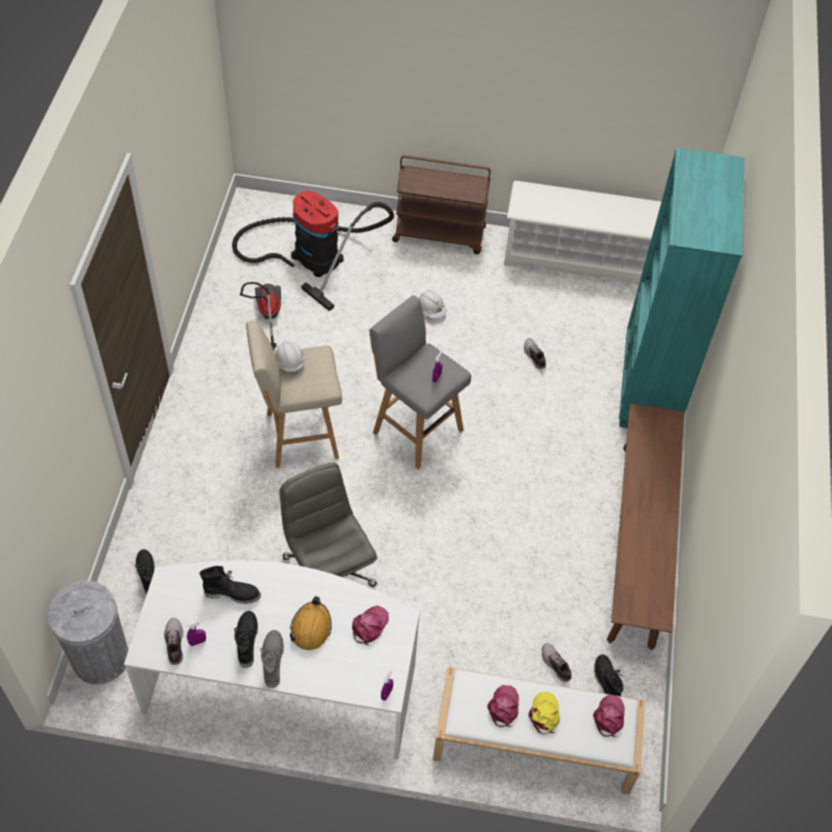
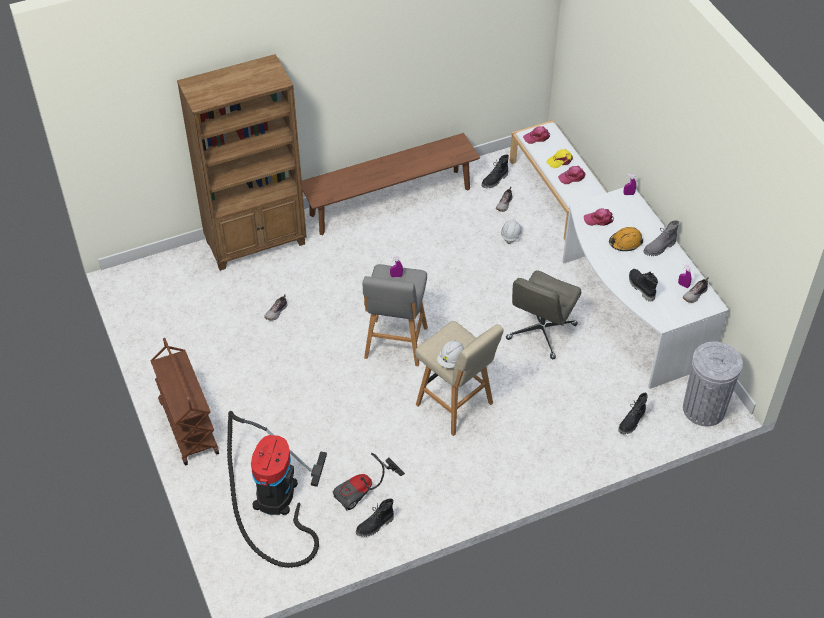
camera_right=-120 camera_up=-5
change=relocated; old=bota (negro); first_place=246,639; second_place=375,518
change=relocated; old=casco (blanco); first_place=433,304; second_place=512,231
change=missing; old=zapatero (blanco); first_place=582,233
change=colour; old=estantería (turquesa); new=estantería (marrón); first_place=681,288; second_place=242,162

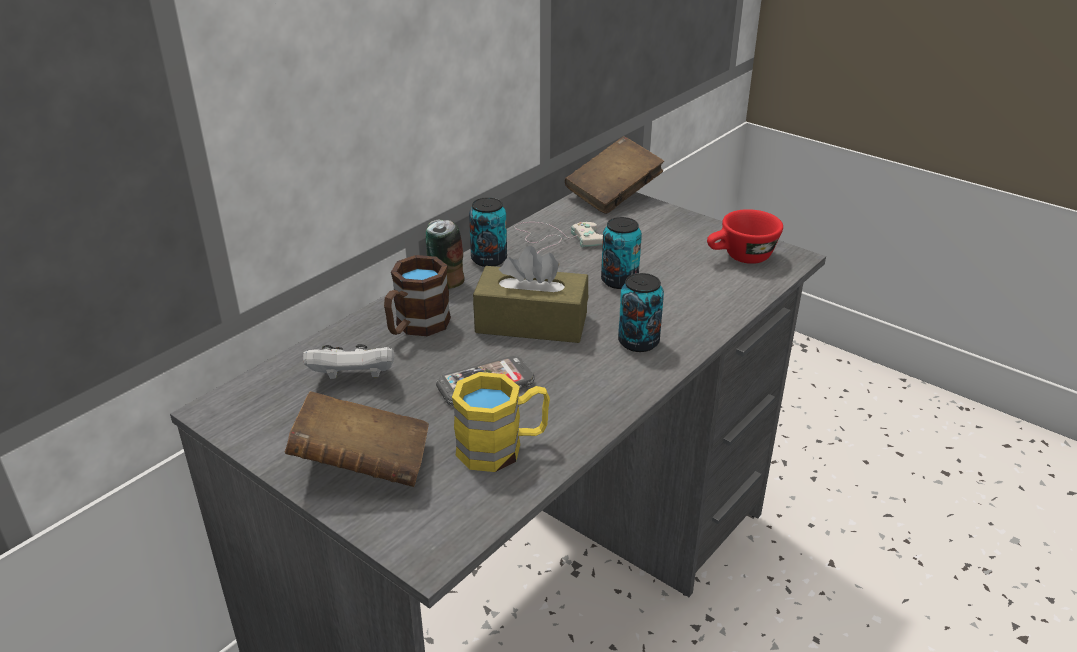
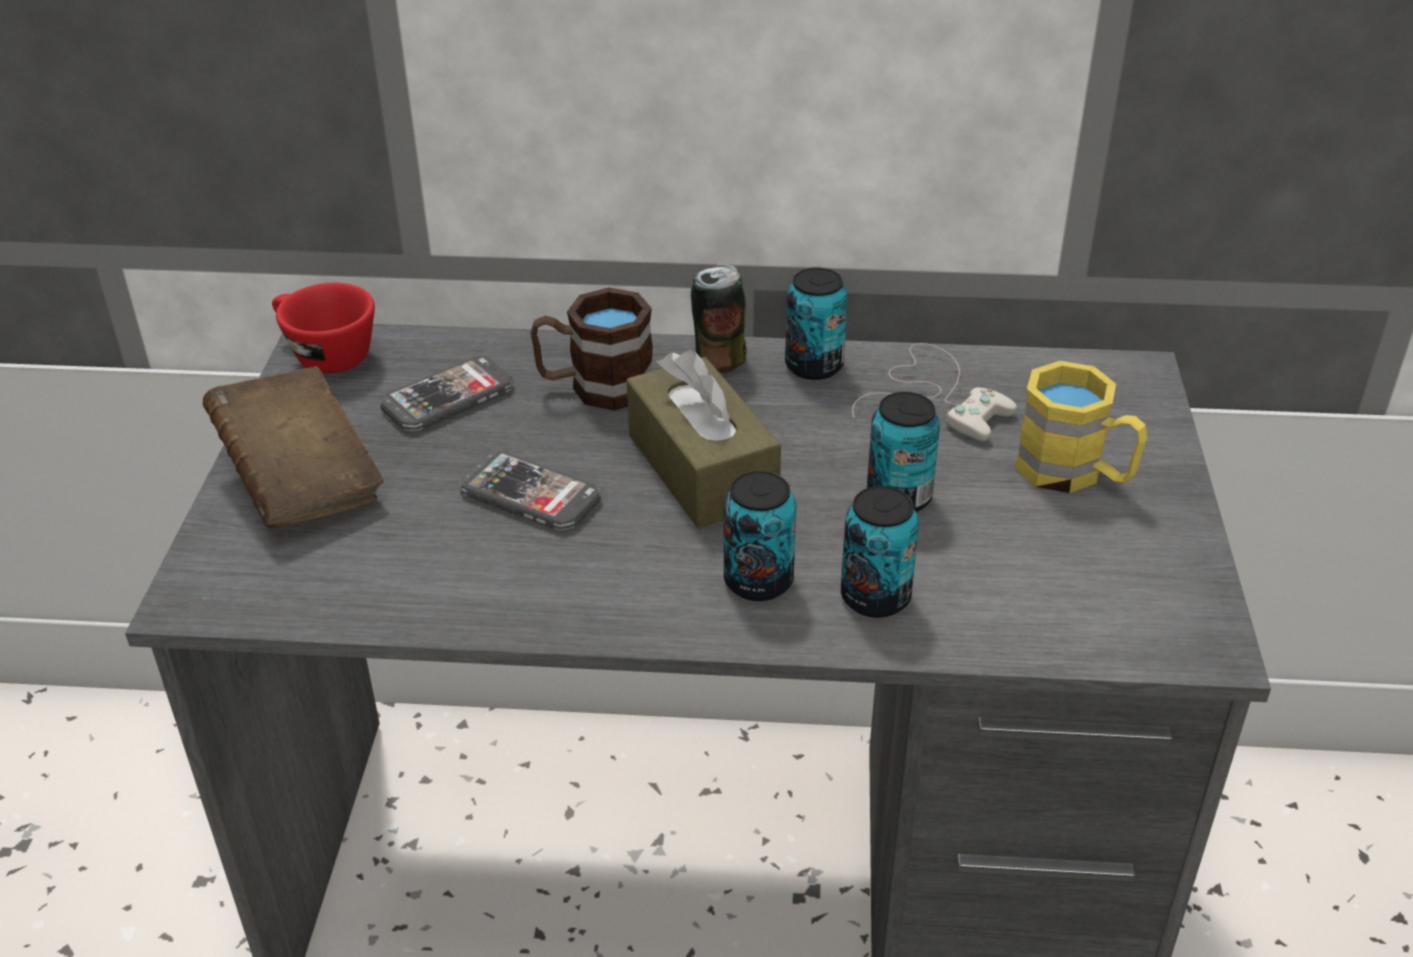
camera_right=55 camera_up=5
change=exchanged; old=mando de consola (blanco); new=móvil; first_place=348,361; second_place=446,394
change=relocated; old=taza grande (amarillo); first_place=501,422; second_place=1081,427
change=missing; old=libro (marrón); first_place=614,175
change=relocated; old=taza (rojo); first_place=745,236; second_place=323,328
change=appeared; new=lata; second_place=880,552

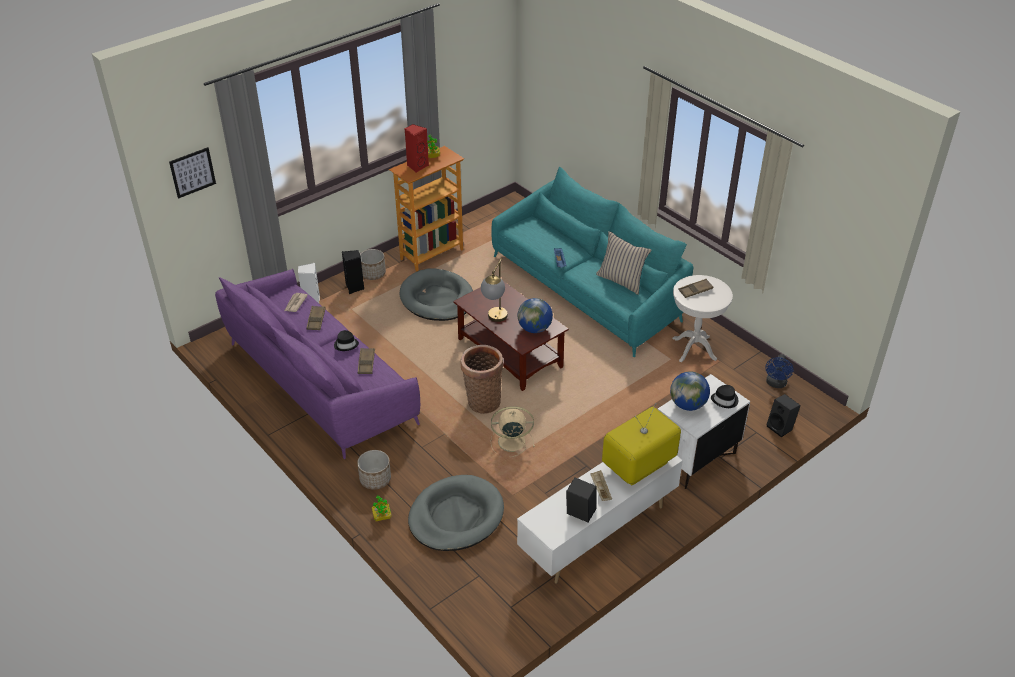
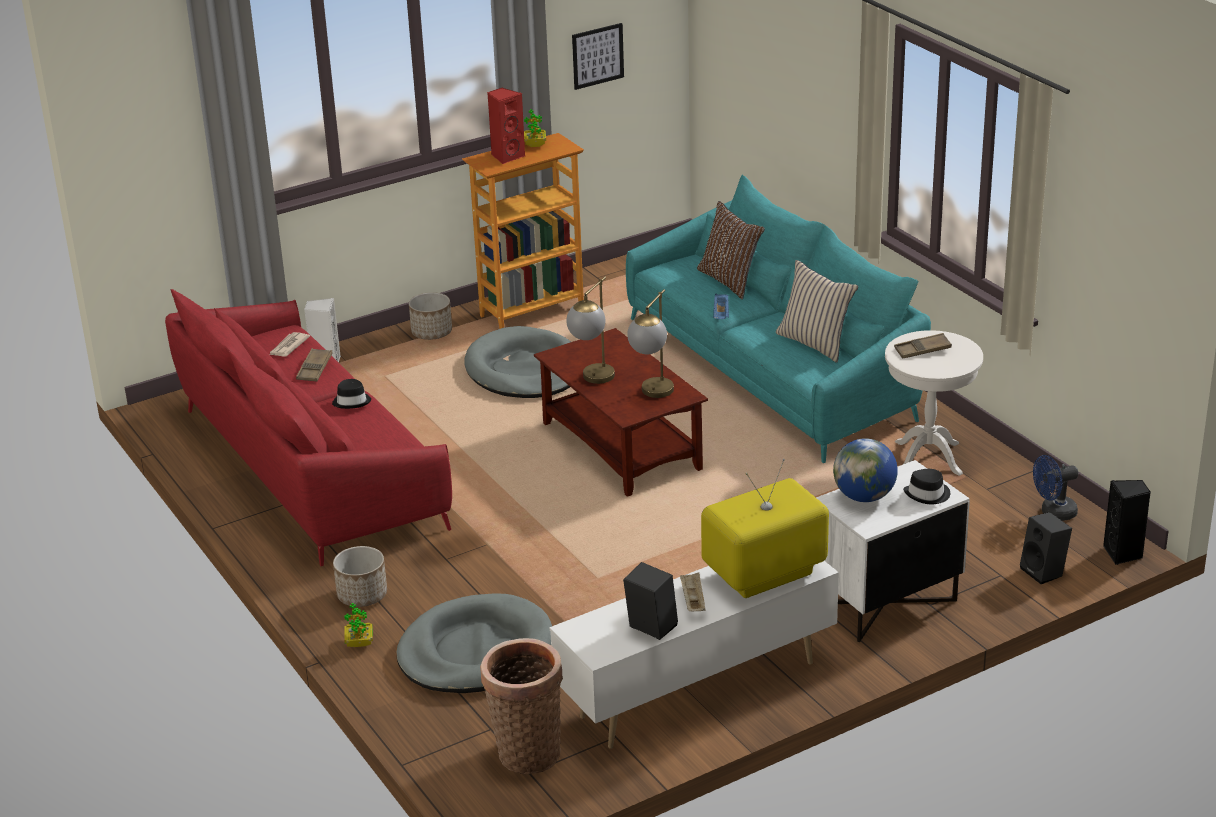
camera_right=10 camera_up=-10
change=relocated; old=cuadro; first_place=192,173; second_place=598,56
change=colour; old=sofá (morado); new=sofá (rojo); first_place=317,364; second_place=308,427
change=relocated; old=altavoz (negro); first_place=353,272; second_place=1127,522
change=missing; old=bandeja (marrón); first_place=366,361
change=relocated; old=cesta; first_place=482,379; second_place=521,706
change=missing; old=ventilador (beis); first_place=513,431
change=exchanged; old=globo terráqueo; new=lámpara de mesa; first_place=535,315; second_place=650,343
change=spun; old=ventilador (azul); first_place=779,371; second_place=1055,488; degrees=45
change=appeared; new=cojín (marrón); second_place=731,250

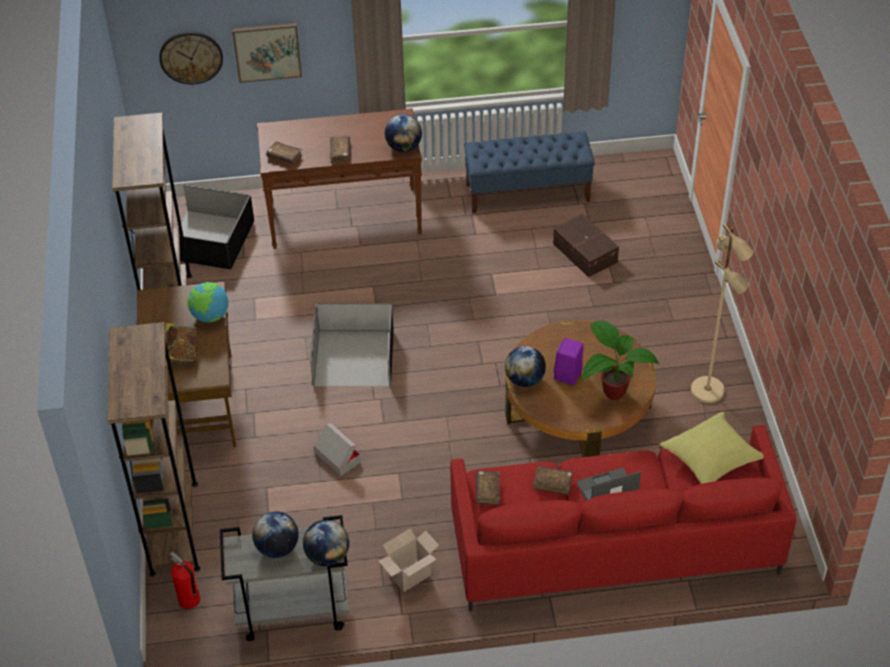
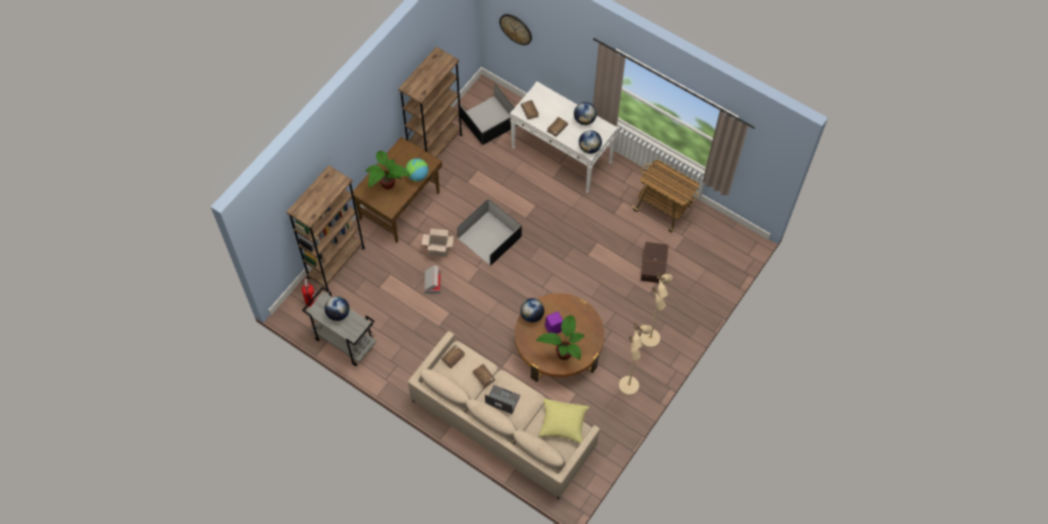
camera_right=40 camera_up=15
change=exchanged; old=libro; new=planta en maceta; first_place=181,343; second_place=388,170
change=missing; old=cuadro; first_place=267,53
change=colour; old=mesa consola (marrón); new=mesa consola (blanco); first_place=339,178; second_place=564,137
change=relocated; old=globo terráqueo; first_place=326,543; second_place=585,113
change=relocated; old=caja de cartón; first_place=408,560; second_place=438,243
change=colour; old=sofá (rojo); new=sofá (beis); first_place=623,518; second_place=504,415
change=exchanged; old=banco (azul); new=carrito; first_place=529,173; second_place=665,196
change=appeared; new=lámpara de pie (beis); second_place=656,310

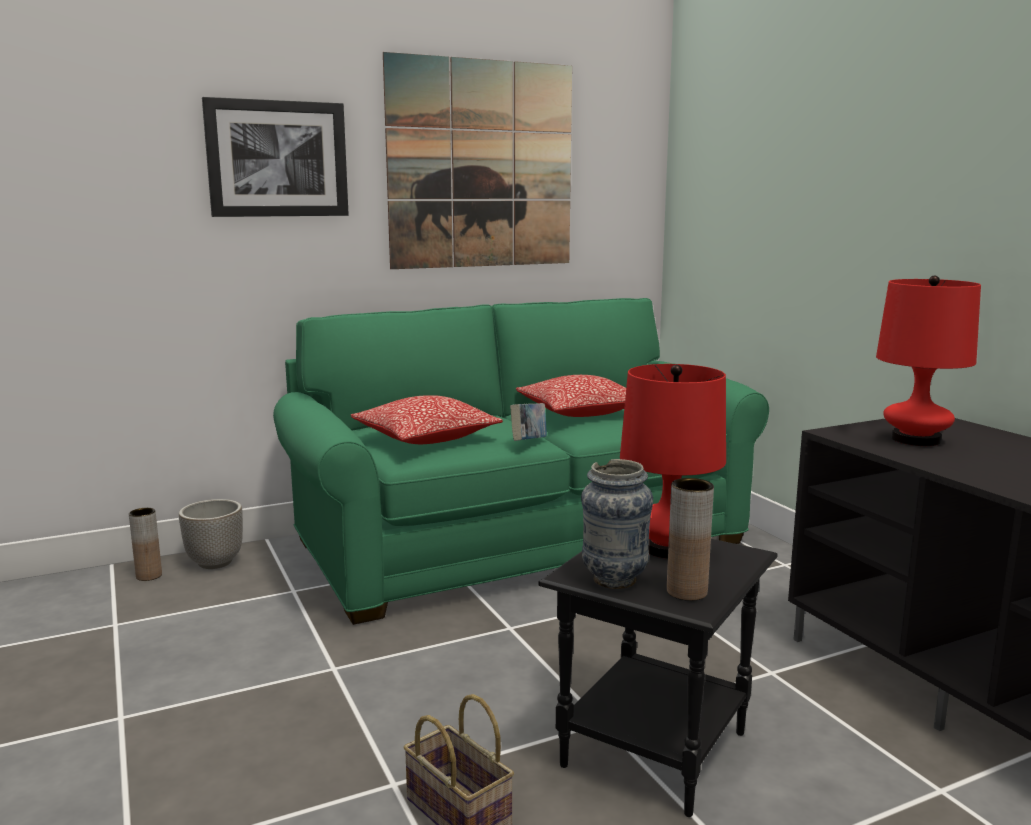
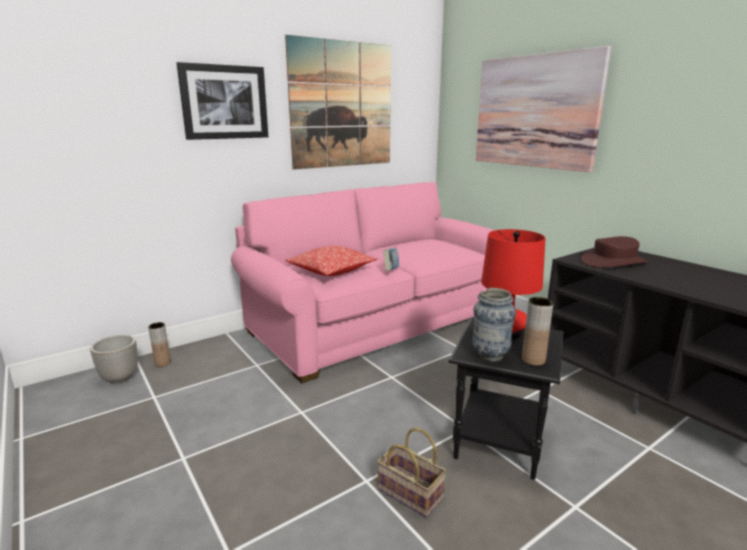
camera_right=-10 camera_up=5
change=relocated; old=maceta; first_place=211,534; second_place=114,359
change=colour; old=sofá (verde); new=sofá (rosa); first_place=521,461; second_place=363,282
change=missing; old=cojín; first_place=571,396
change=exchanged; old=lámpara de mesa (rojo); new=sombrero (marrón); first_place=928,361; second_place=614,252
change=appeared; new=cuadro; second_place=543,109

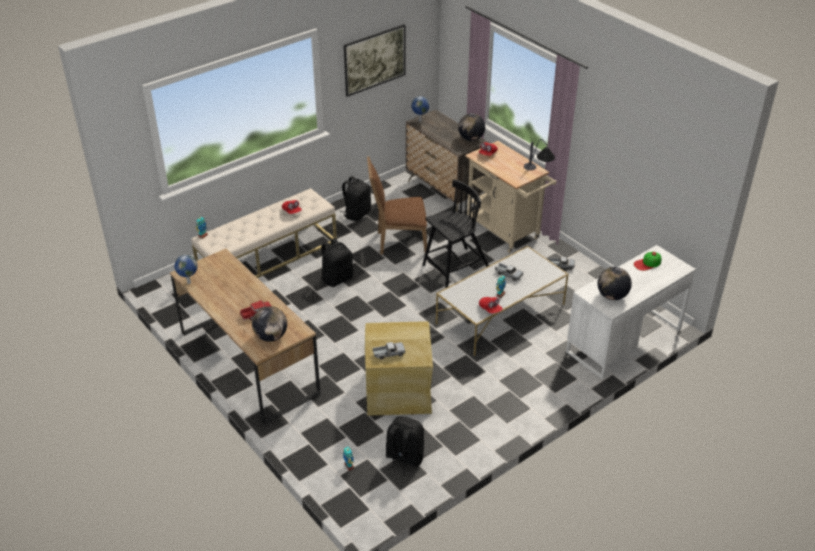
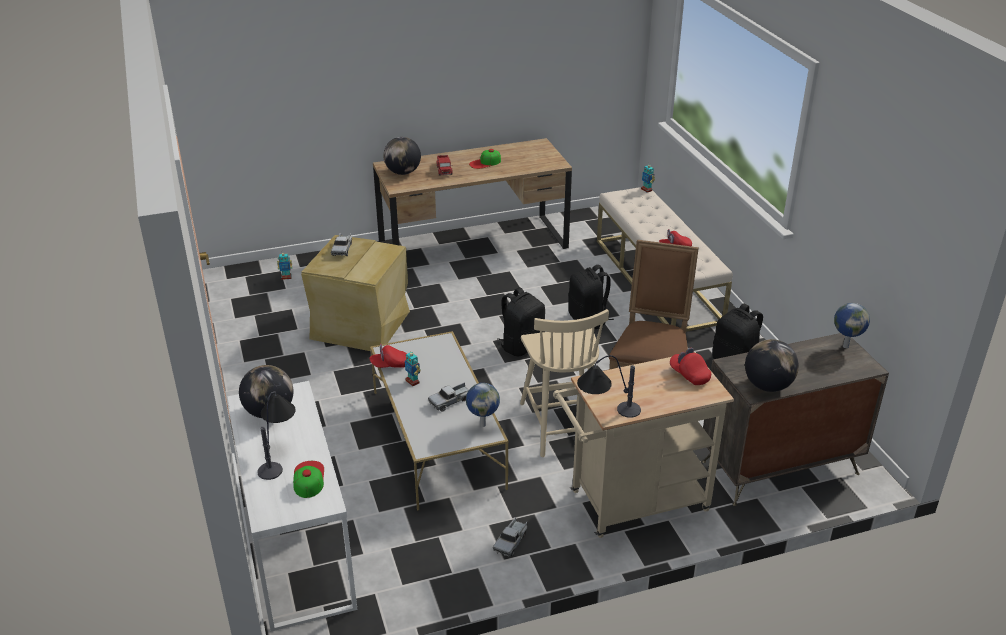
camera_right=110 camera_up=-5
change=relocated; old=globo terráqueo; first_place=186,269; second_place=483,405
change=missing; old=cuadro; first_place=375,60
change=relocated; old=mochila (negro); first_place=405,446; second_place=521,321
change=colour; old=silla (negro); new=silla (beis); first_place=455,233; second_place=564,383
change=appeared; new=lámpara de mesa; second_place=276,435
change=appeared; new=gorra; second_place=485,159

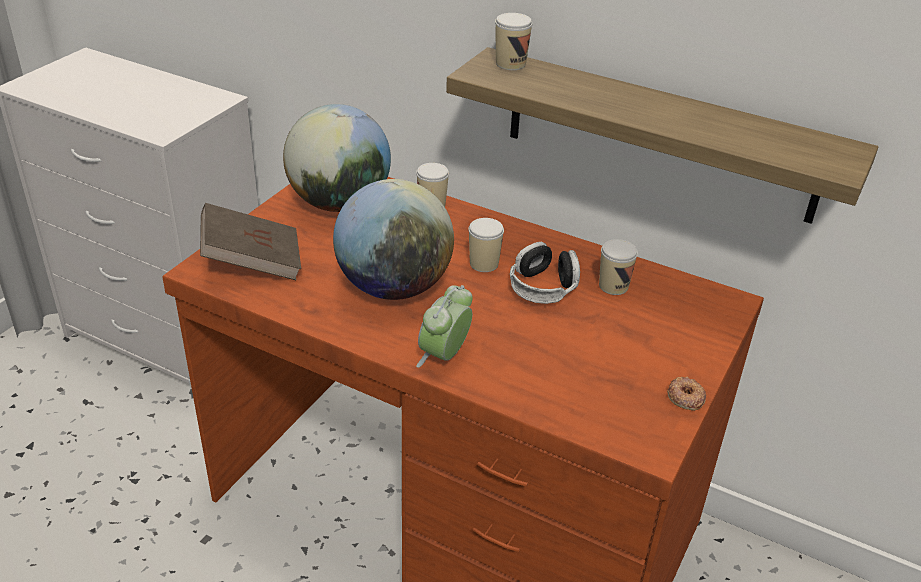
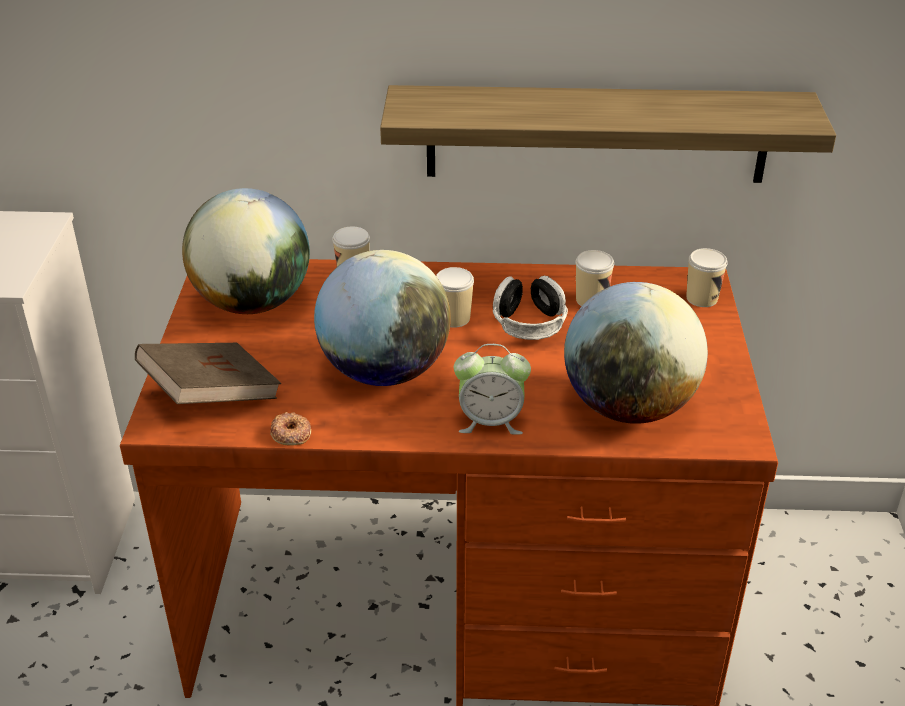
camera_right=-25 camera_up=0
change=spun; old=despertador; first_place=444,326; second_place=492,389; degrees=-90
change=relocated; old=taza; first_place=513,41; second_place=707,277
change=relocated; old=rosquilla; first_place=686,394; second_place=290,429
change=appeared; new=globo terráqueo; second_place=636,353

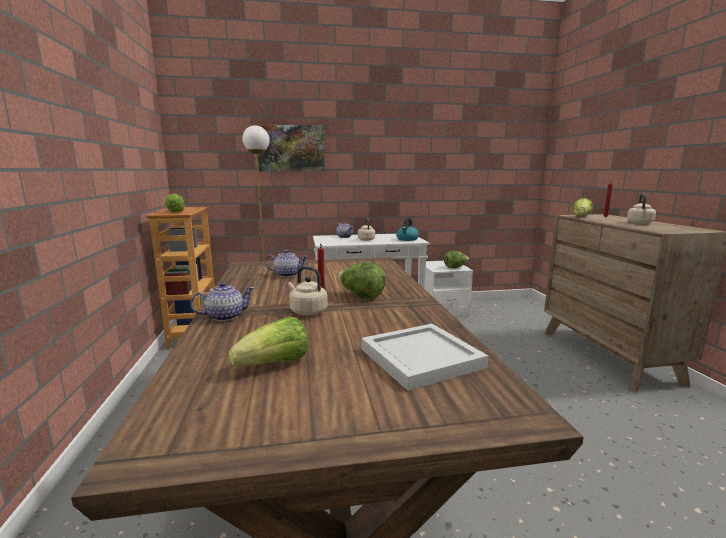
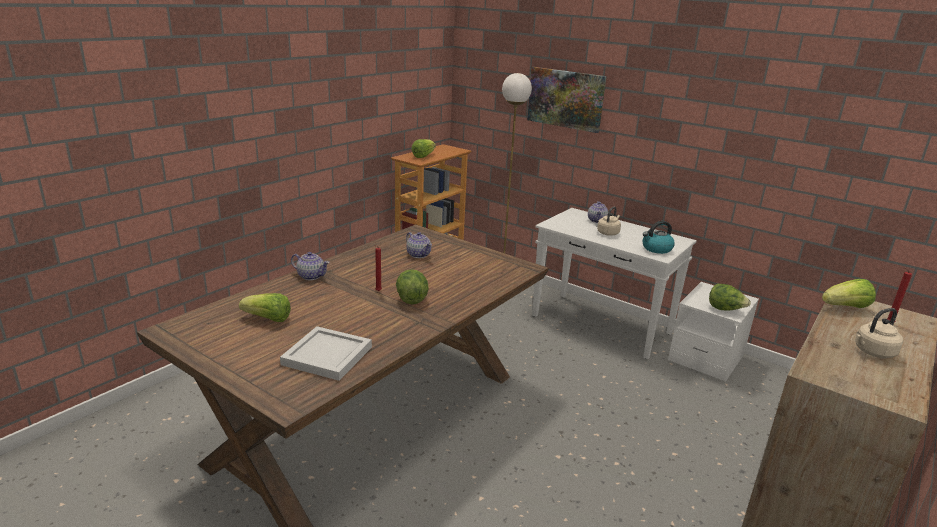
camera_right=45 camera_up=10
change=missing; old=hervidor (beis); first_place=308,290

